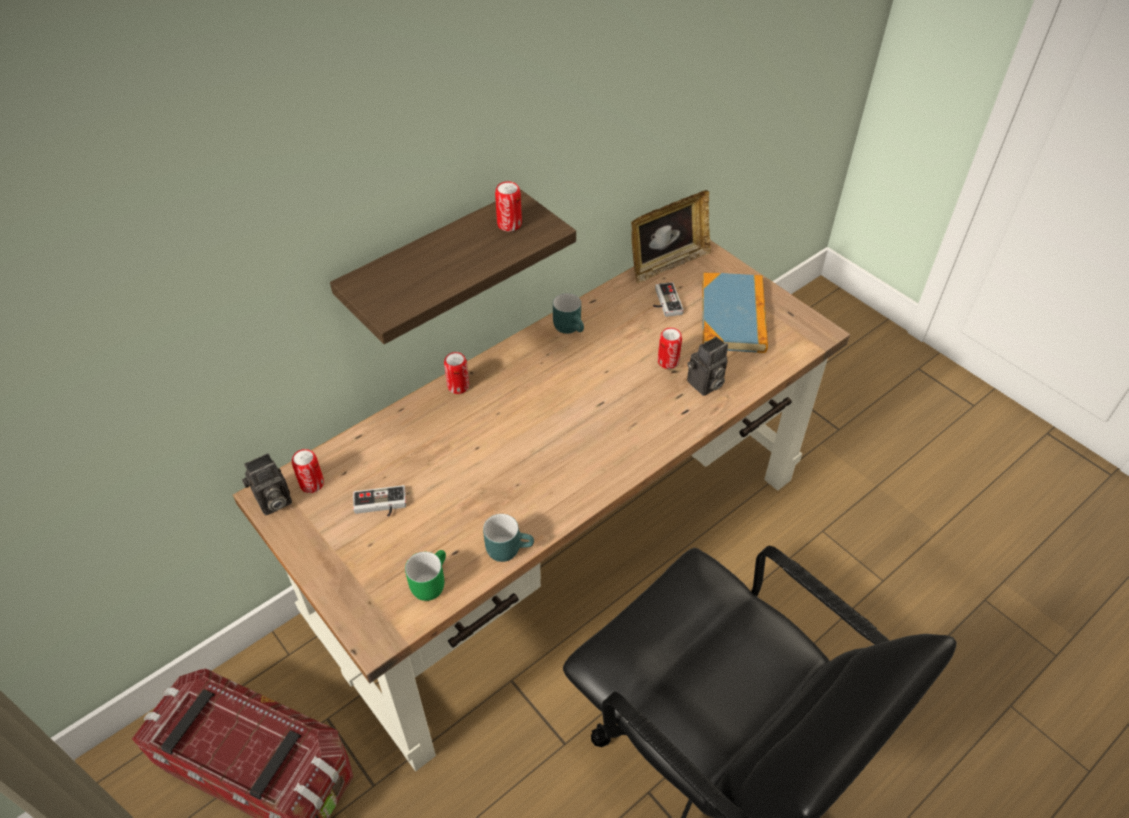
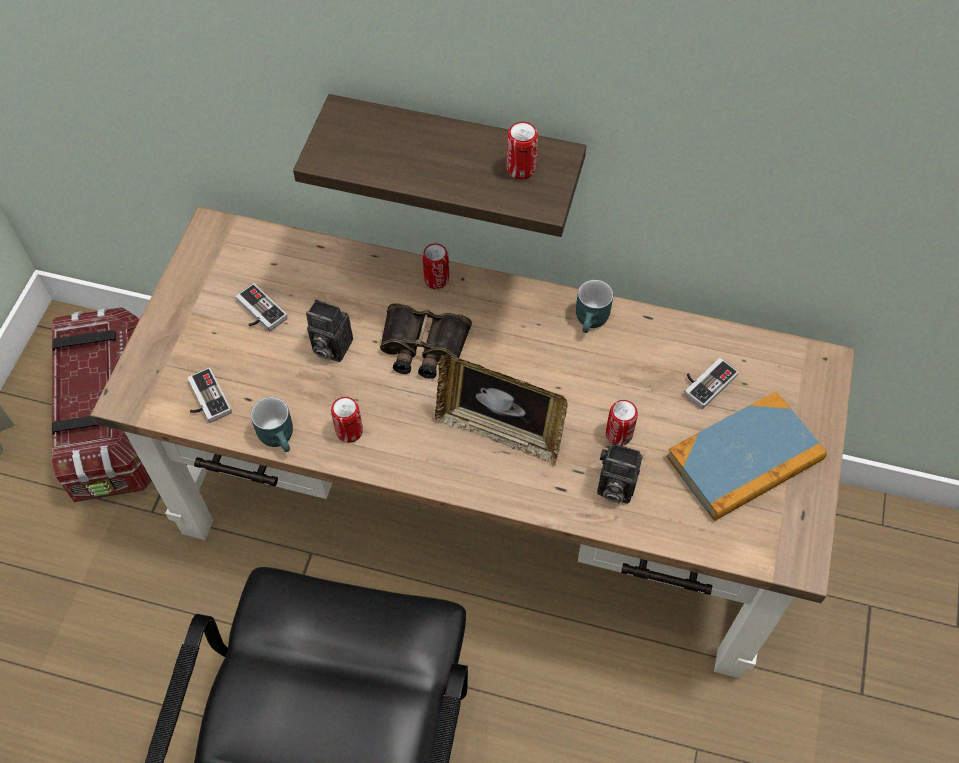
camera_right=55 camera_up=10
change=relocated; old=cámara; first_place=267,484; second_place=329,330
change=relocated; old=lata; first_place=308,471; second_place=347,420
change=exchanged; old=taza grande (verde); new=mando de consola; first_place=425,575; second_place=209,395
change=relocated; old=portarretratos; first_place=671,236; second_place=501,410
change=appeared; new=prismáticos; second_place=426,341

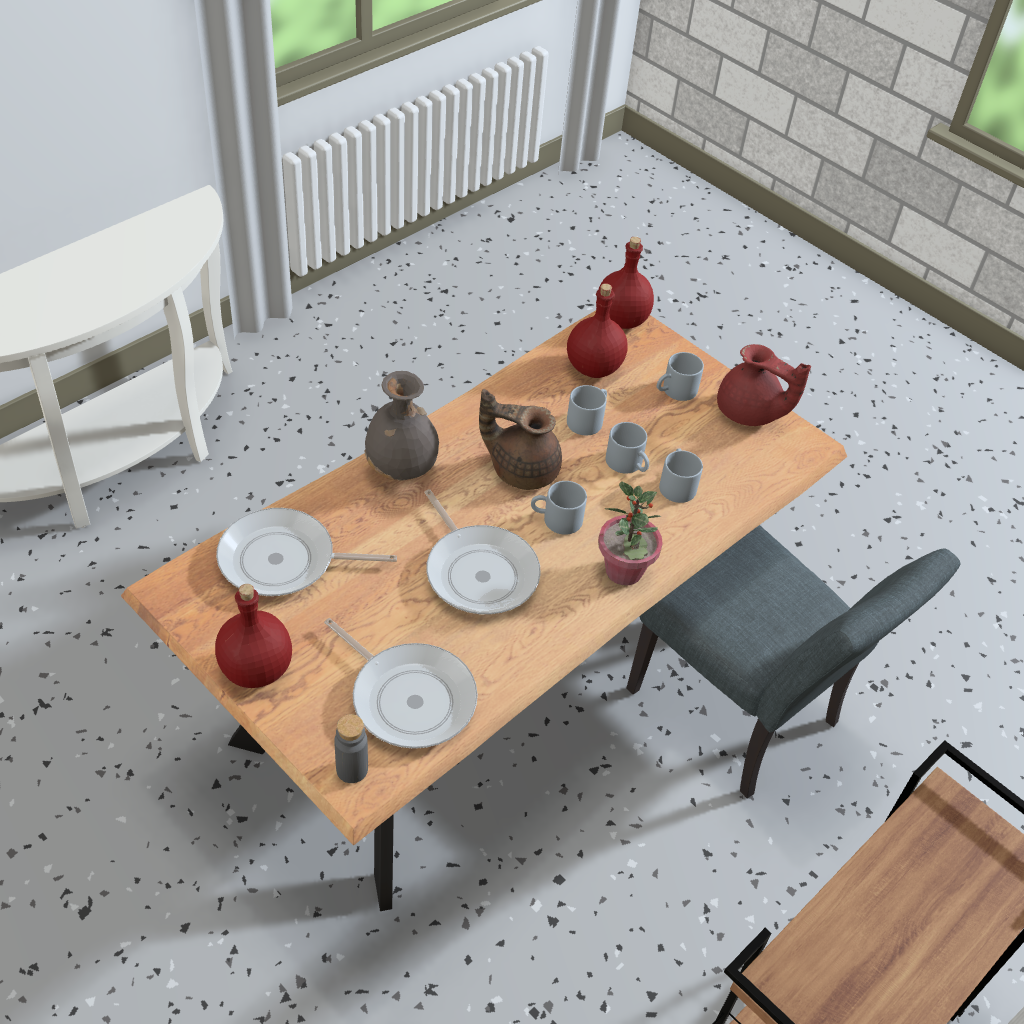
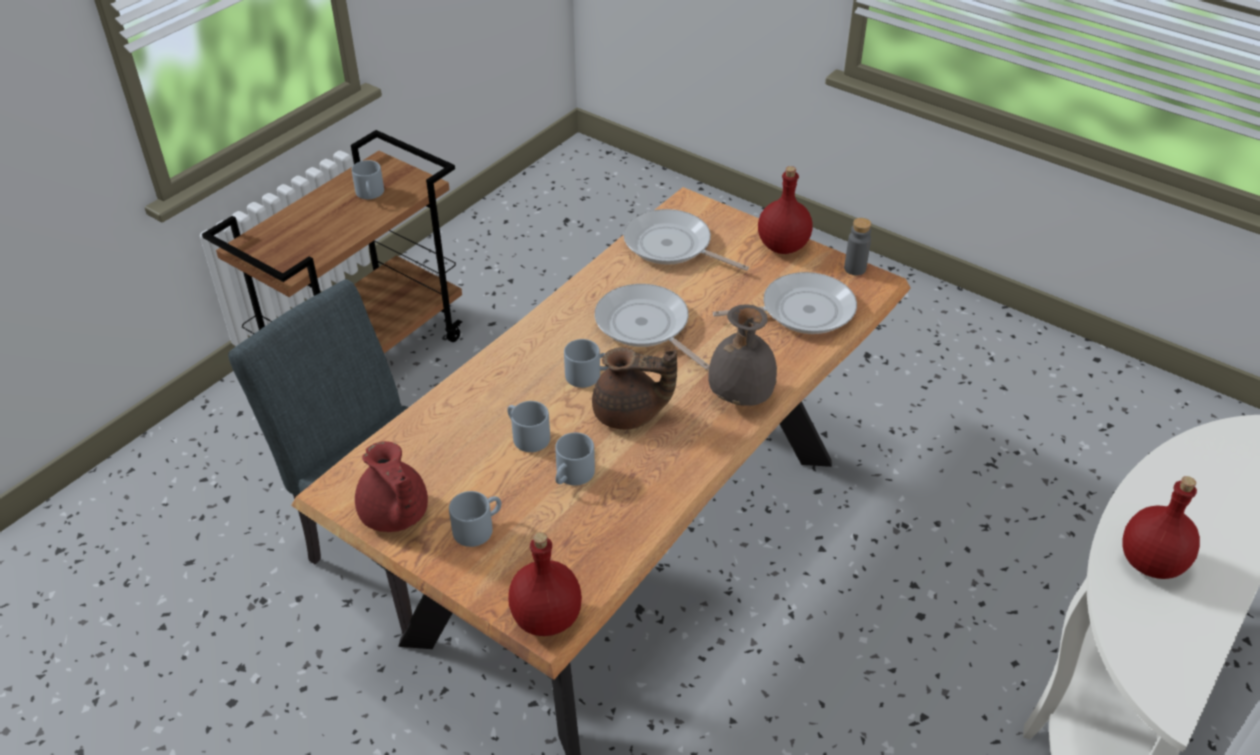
camera_right=175 camera_up=-5
change=relocated; old=botella (gris); first_place=351,748; second_place=858,246
change=relocated; old=botella (rojo); first_place=597,330; second_place=1161,527
change=missing; old=planta en maceta; first_place=630,533
change=relocated; old=taza grande (gris); first_place=681,475; second_place=367,179
change=spun; old=tetera (rojo); first_place=764,385; second_place=391,486; degrees=-150

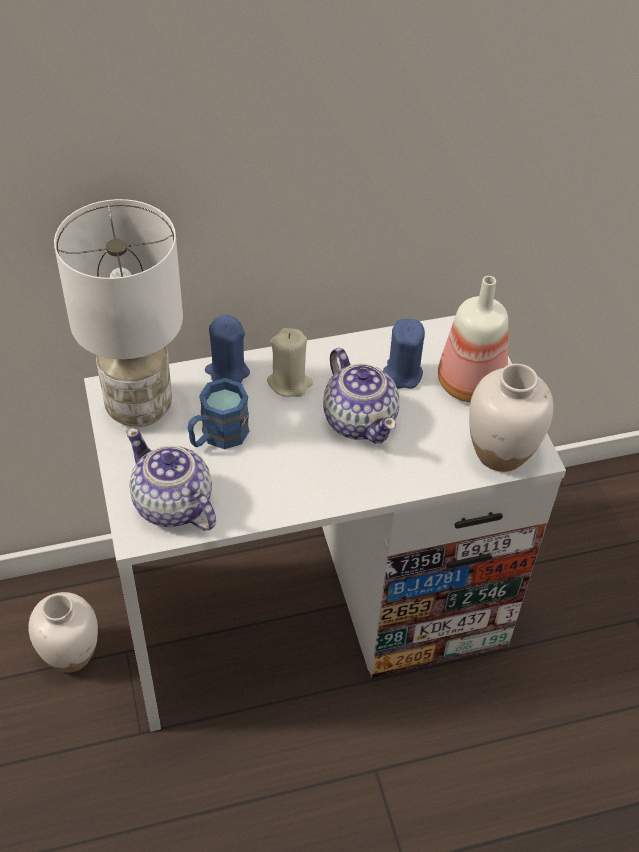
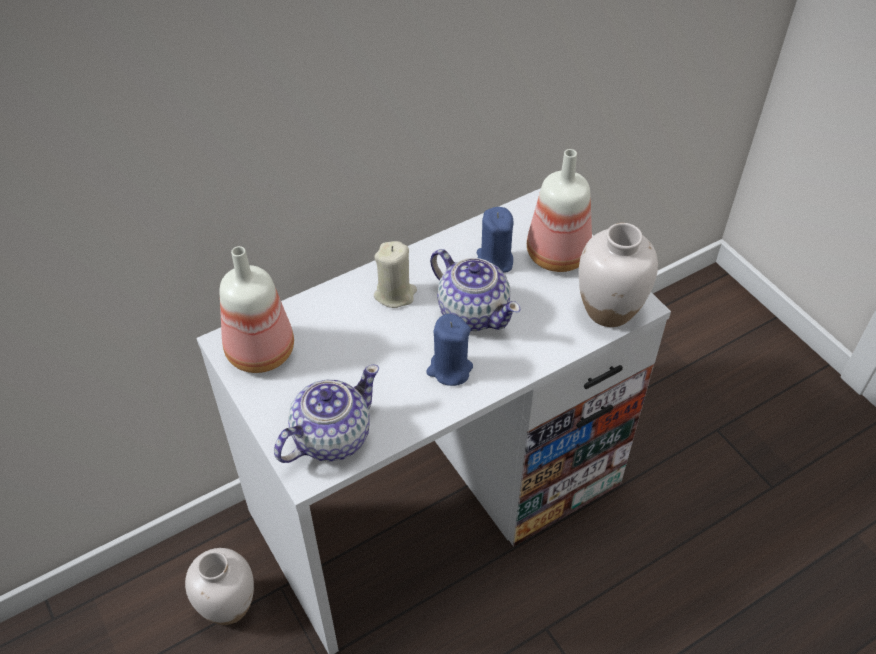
camera_right=-15 camera_up=0
change=exchanged; old=lámpara de mesa (blanco); new=botella; first_place=118,313; second_place=257,309
change=spun; old=tetera; first_place=171,479; second_place=326,414; degrees=105
change=missing; old=taza grande (azul); first_place=218,413
change=relocated; old=vela (azul); first_place=227,349; second_place=449,350

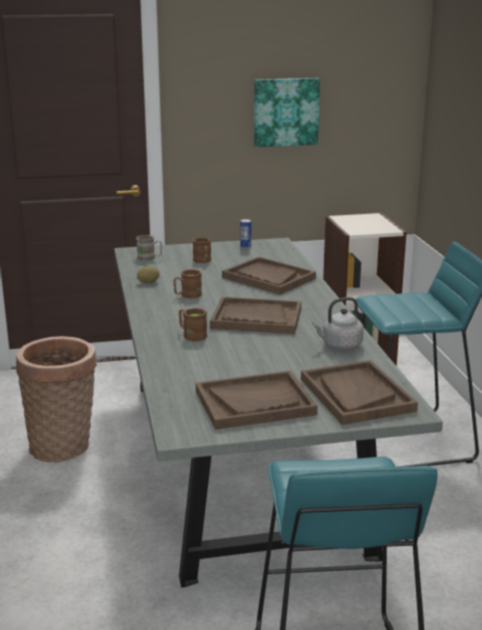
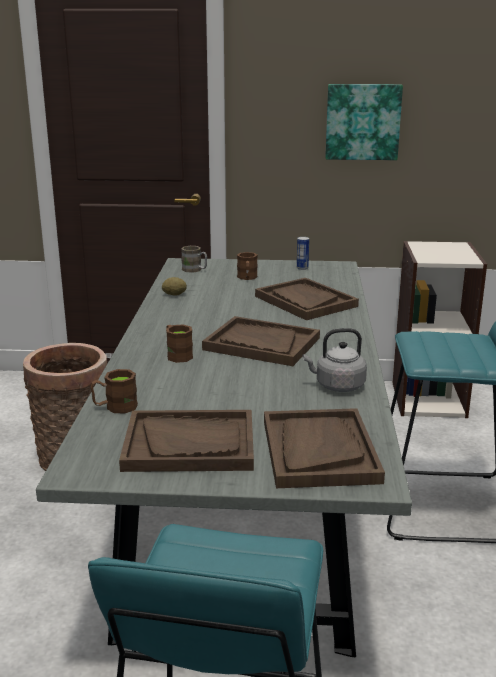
camera_right=15 camera_up=0
change=relocated; old=taza grande (marrón); first_place=187,283; second_place=114,391

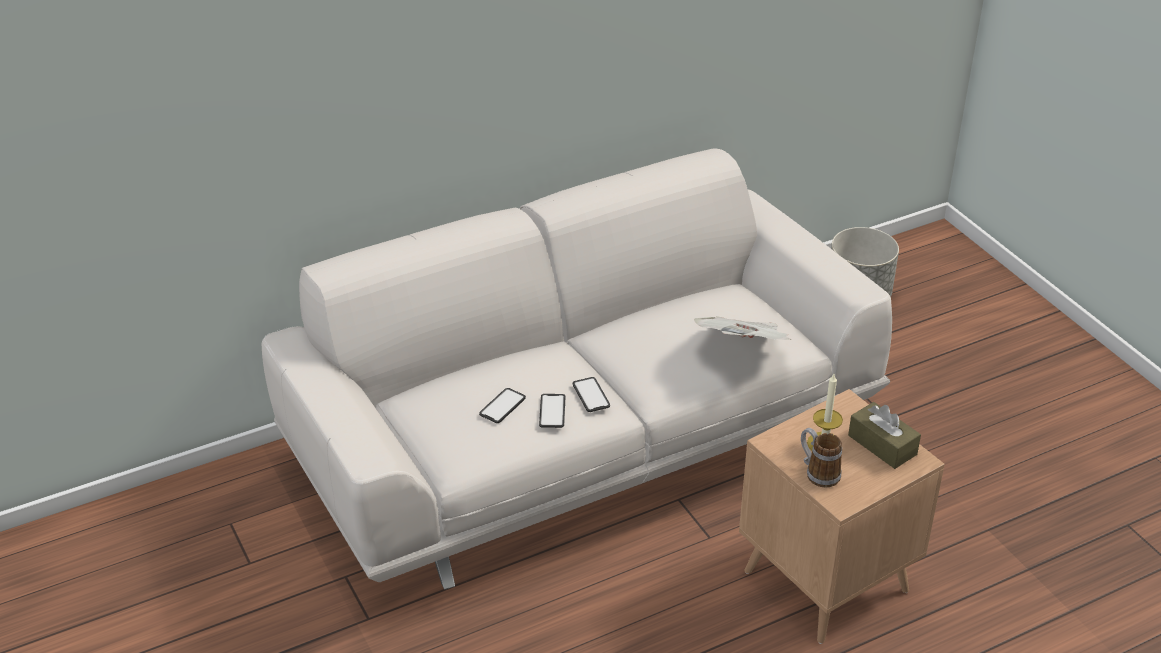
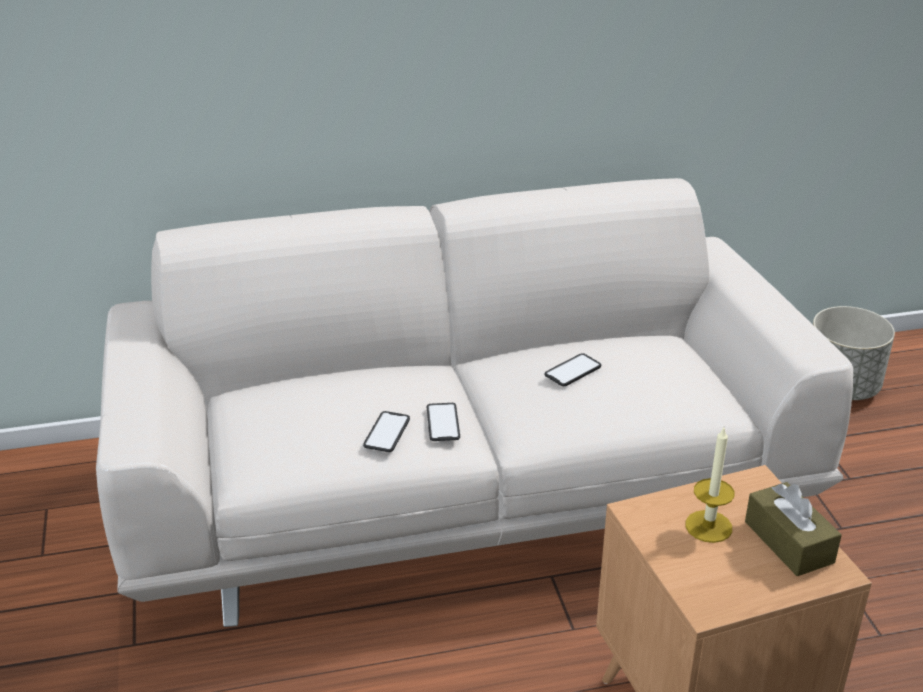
camera_right=15 camera_up=-5
change=relocated; old=móvil; first_place=502,405; second_place=572,369
change=missing; old=periódico; first_place=742,328
change=missing; old=taza grande; first_place=821,457

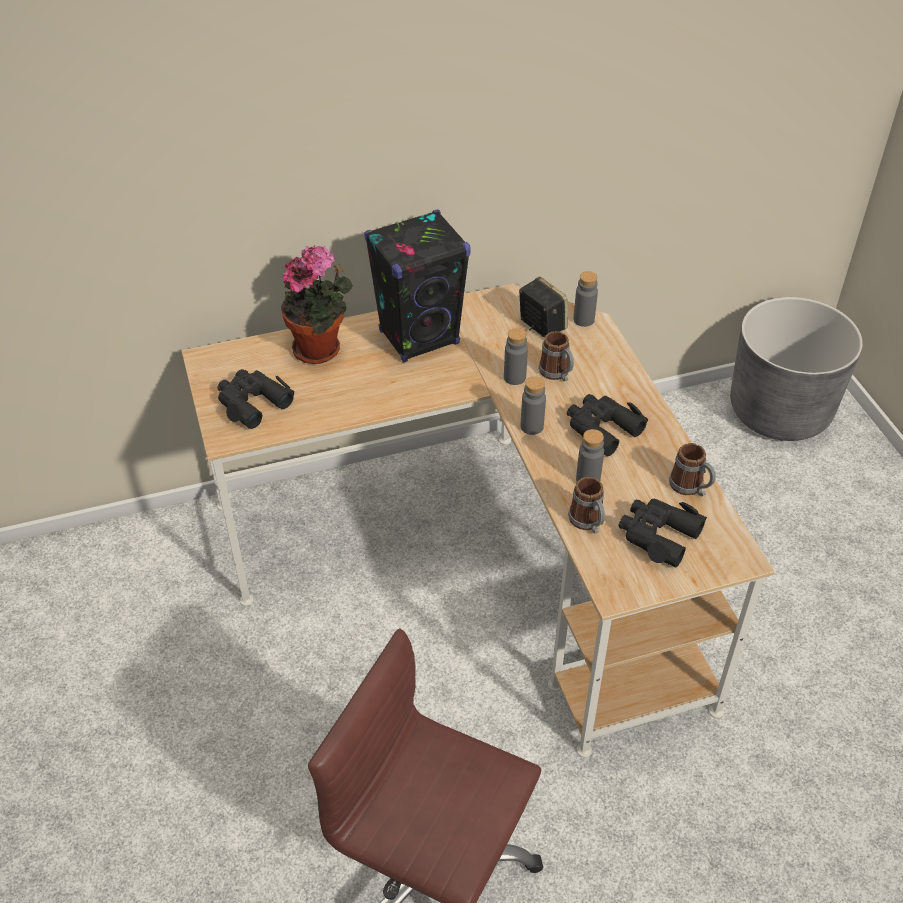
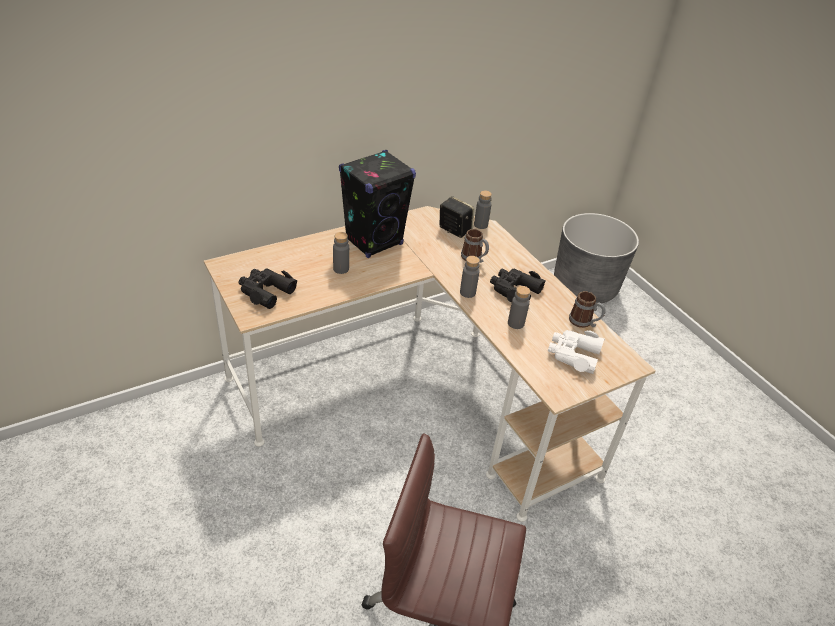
camera_right=-15 camera_up=-5
change=missing; old=planta en maceta; first_place=317,304
change=relocated; old=botella (gris); first_place=516,356; second_place=341,253
change=missing; old=taza grande; first_place=586,505
change=colour; old=prismáticos (negro); new=prismáticos (blanco); first_place=662,533; second_place=576,352

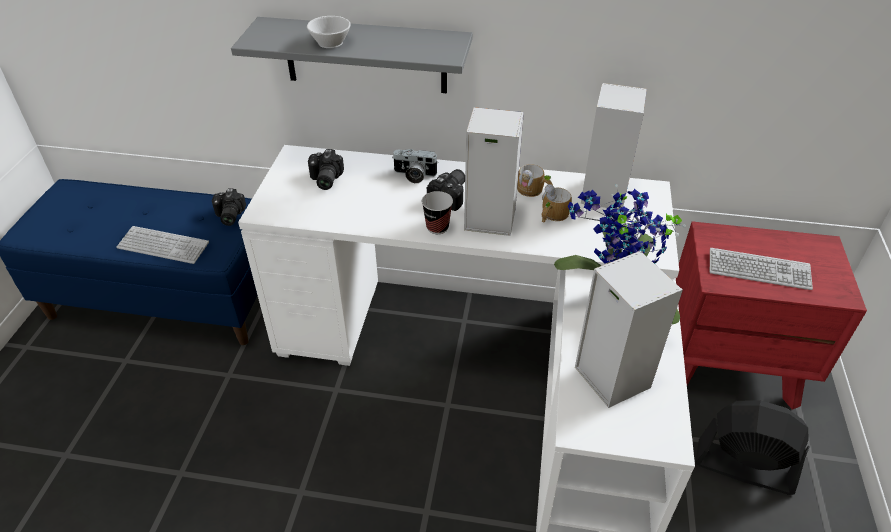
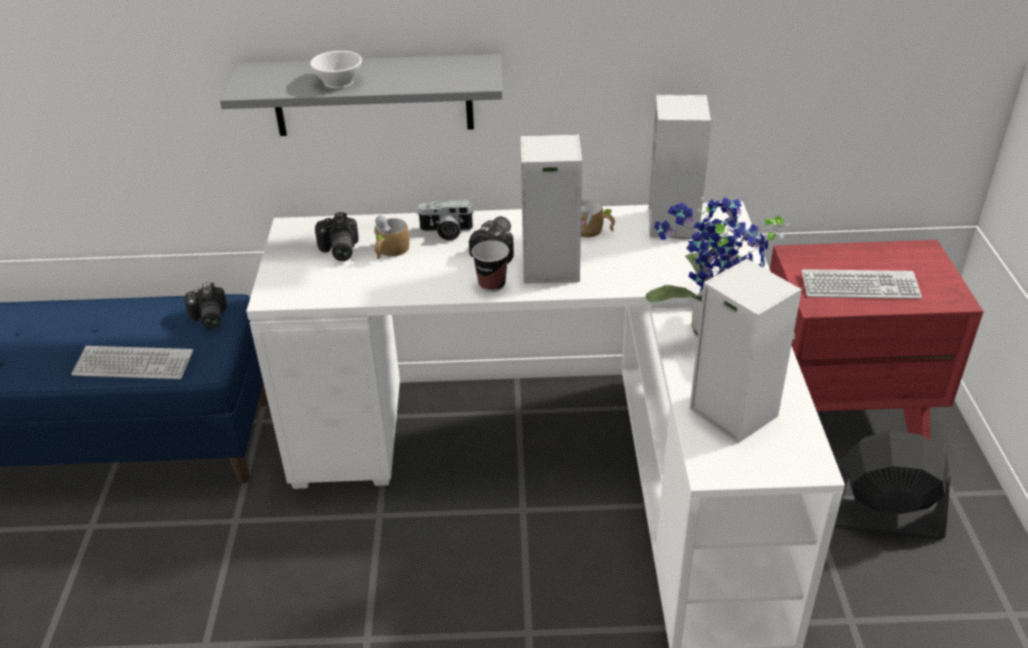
camera_right=-10 camera_up=-5
change=relocated; old=taza grande; first_place=556,203; second_place=392,237

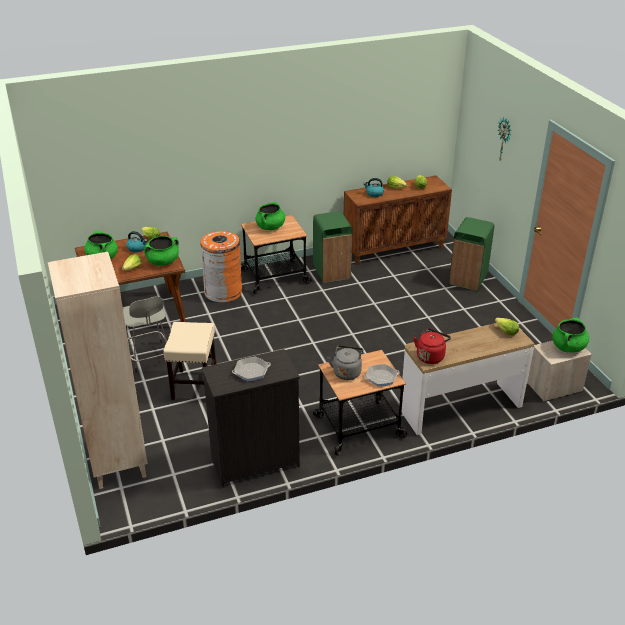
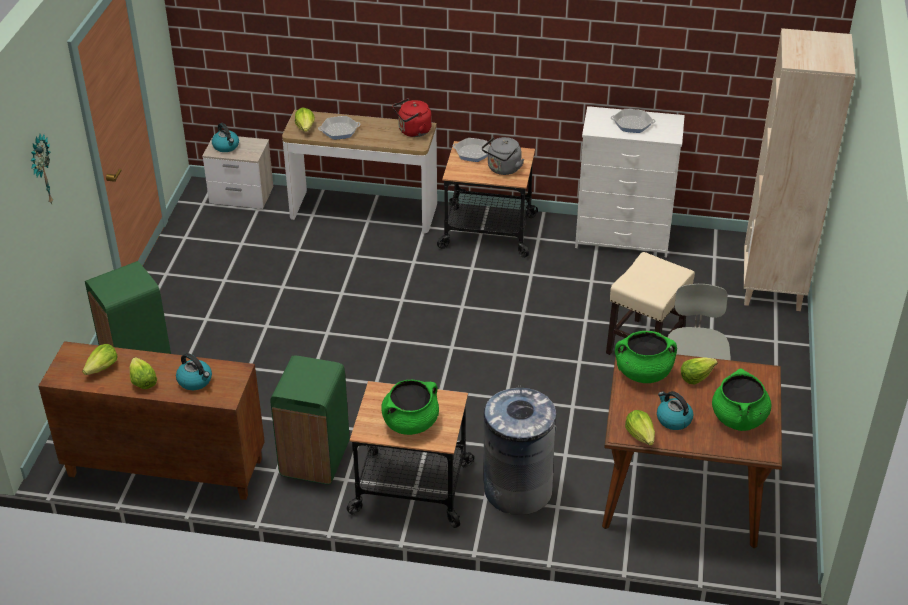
camera_right=-150 camera_up=5
change=colour; old=papelera (naranja); new=papelera (gris); first_place=221,267; second_place=520,451
change=colour; old=cómoda (negro); new=cómoda (blanco); first_place=251,418; second_place=630,182
change=exchanged; old=olla (verde); new=hervidor; first_place=570,335; second_place=225,137
change=appeared; new=sartén; second_place=339,128

